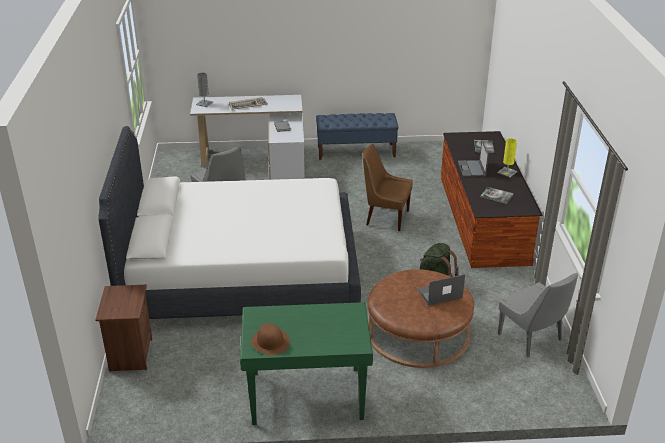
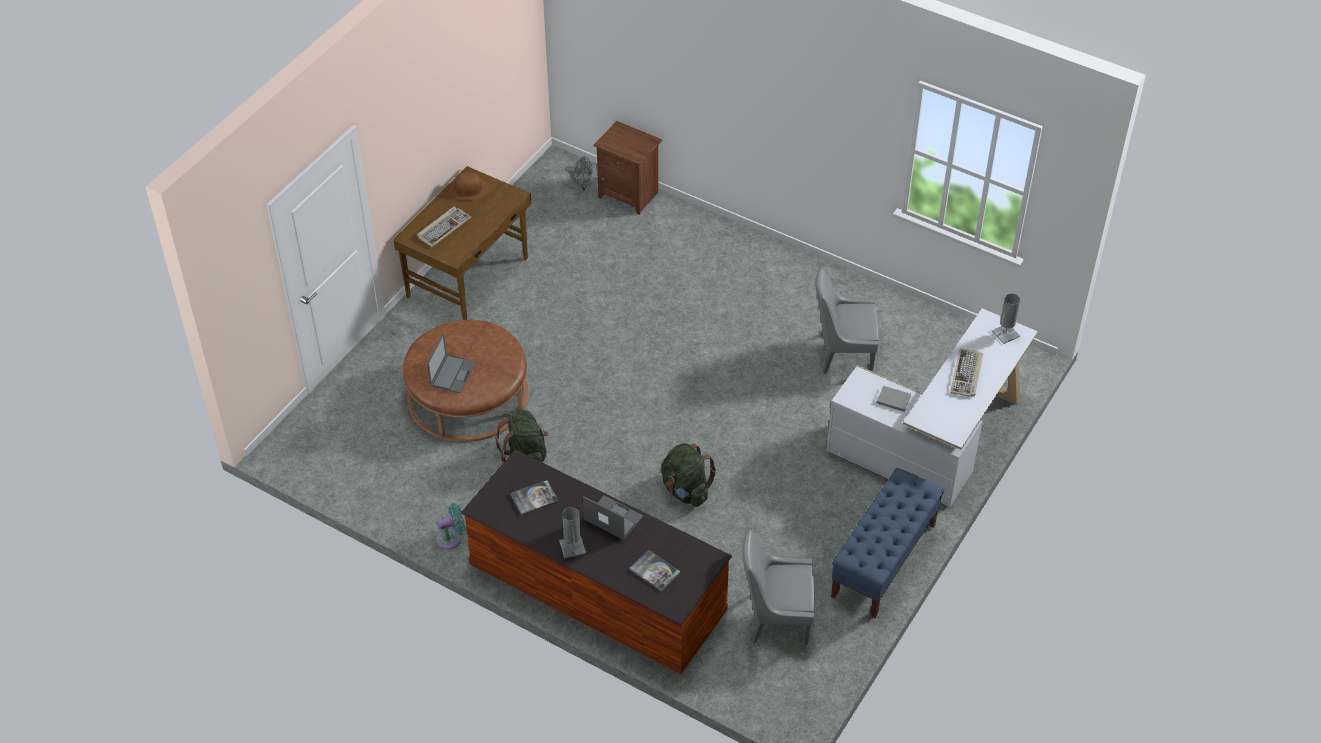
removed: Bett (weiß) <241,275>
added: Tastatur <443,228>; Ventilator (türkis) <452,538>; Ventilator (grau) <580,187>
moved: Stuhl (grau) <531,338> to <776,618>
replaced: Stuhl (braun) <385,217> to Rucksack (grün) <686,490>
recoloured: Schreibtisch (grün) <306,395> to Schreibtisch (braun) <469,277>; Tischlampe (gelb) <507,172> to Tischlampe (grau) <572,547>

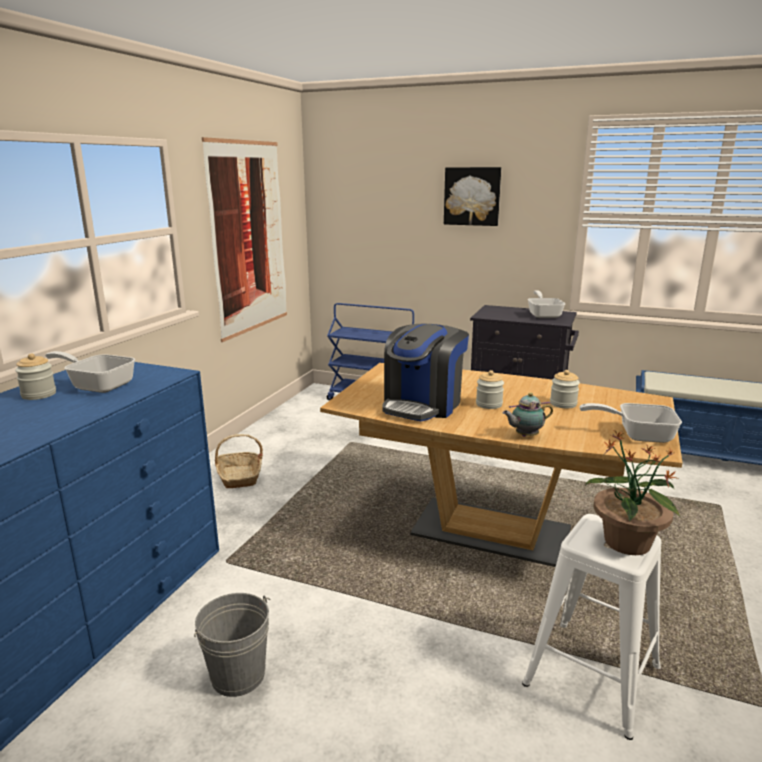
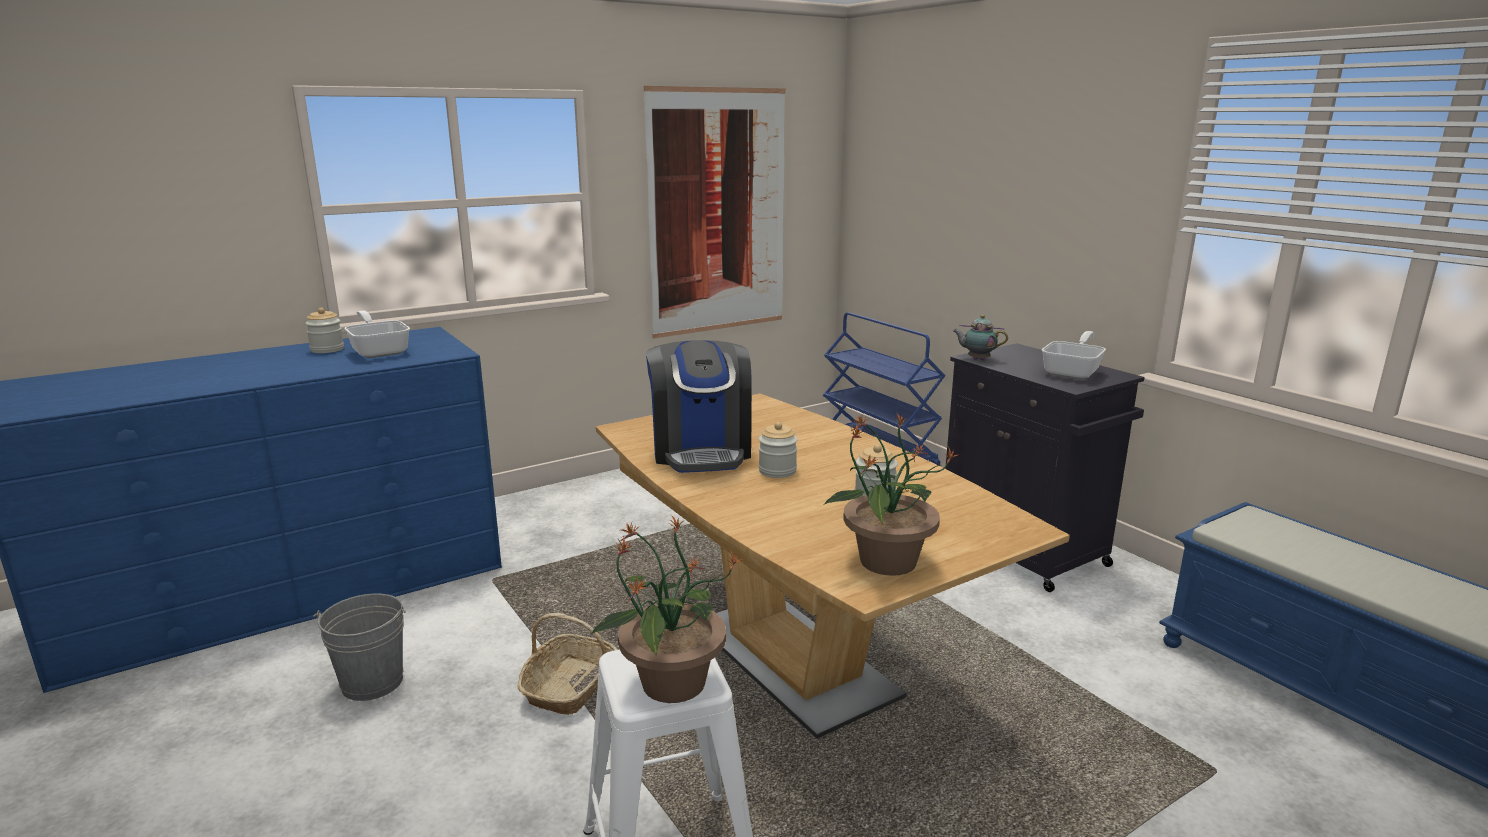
removed: Bild <472,196>
moved: Korb <239,477> to <570,686>; Teekanne <525,436> to <977,359>
replaced: Pfanne <637,434> to Topfpflanze <885,561>
turned: Kaffeemaschine <423,405> = <701,451> 75 degrees counterclockwise

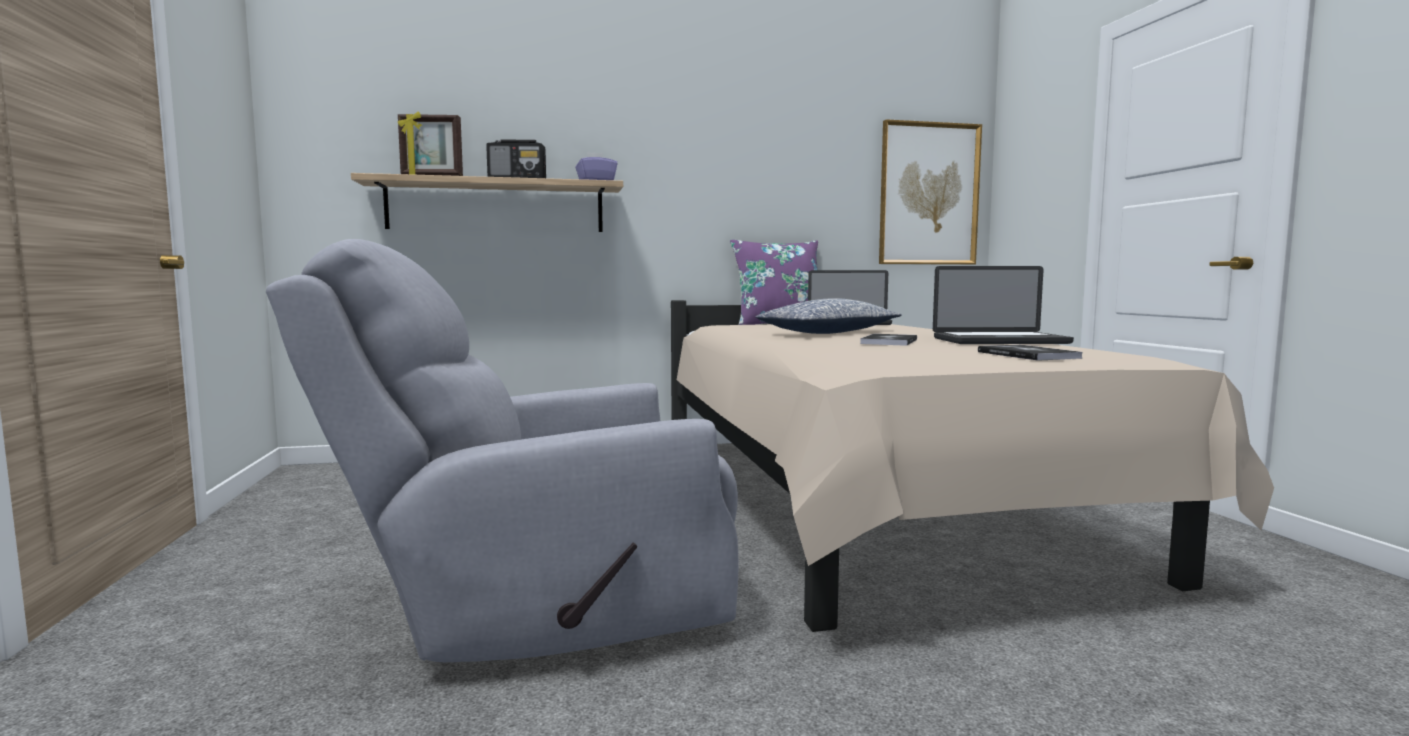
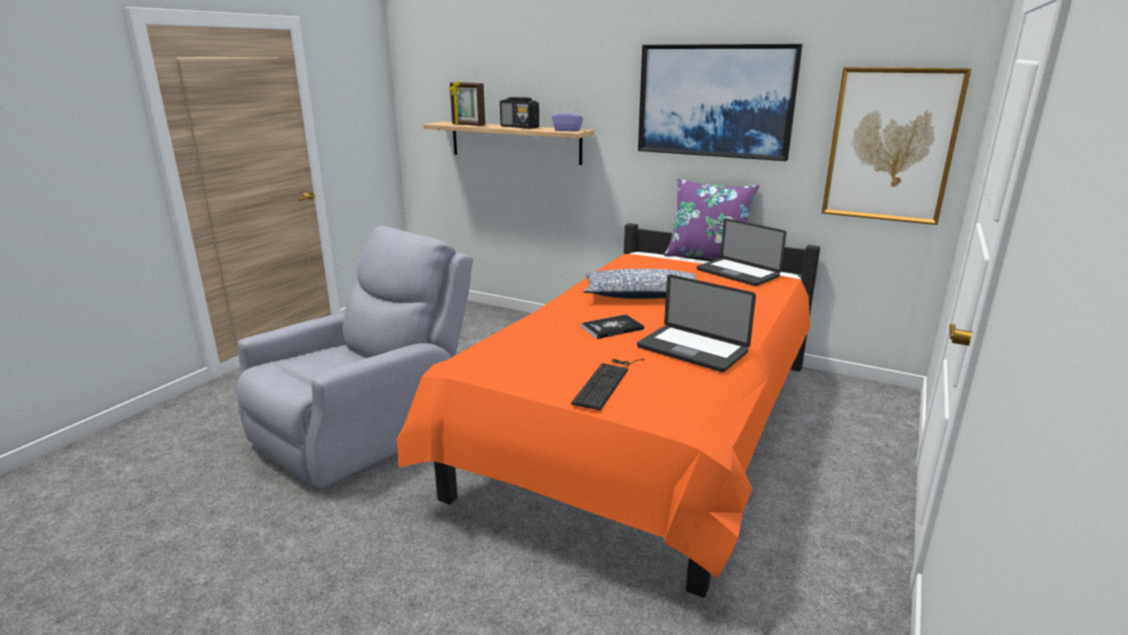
added: Bild <715,101>
replaced: Buch <1027,355> to Tastatur <606,381>
recoloured: Bett (beige) <867,503> to Bett (orange) <645,430>
turned: Sessel (grau) <536,607> = <366,430> 105 degrees clockwise

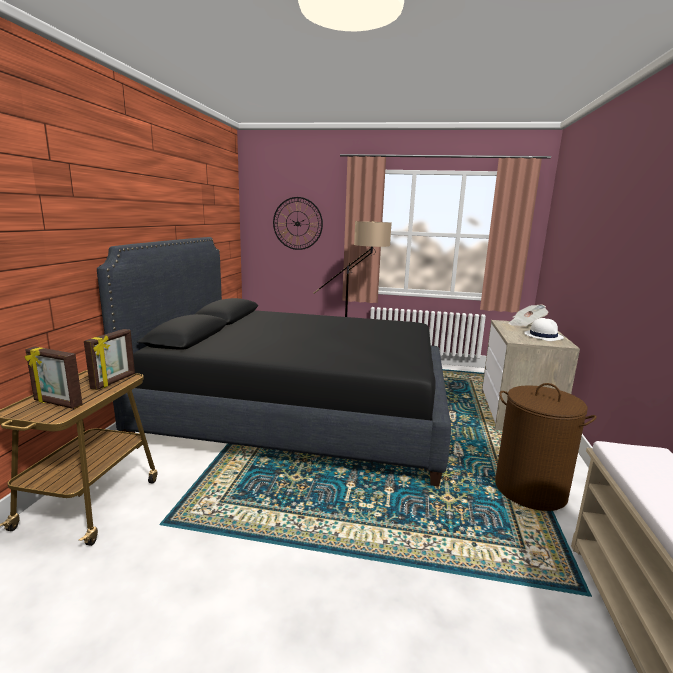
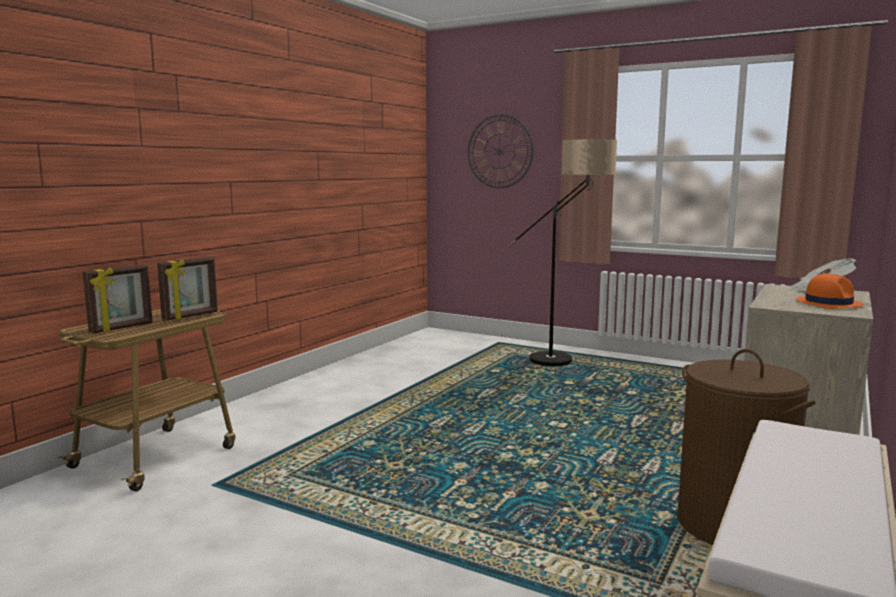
removed: Bett (schwarz) <300,414>
recoloured: Hut (weiß) <543,336> to Hut (orange) <828,303>
turned: Bilderrahmen <57,403> = <122,328> 90 degrees counterclockwise

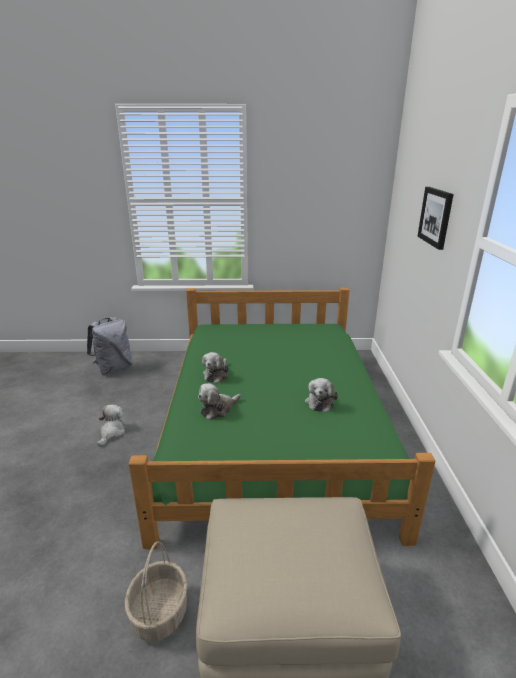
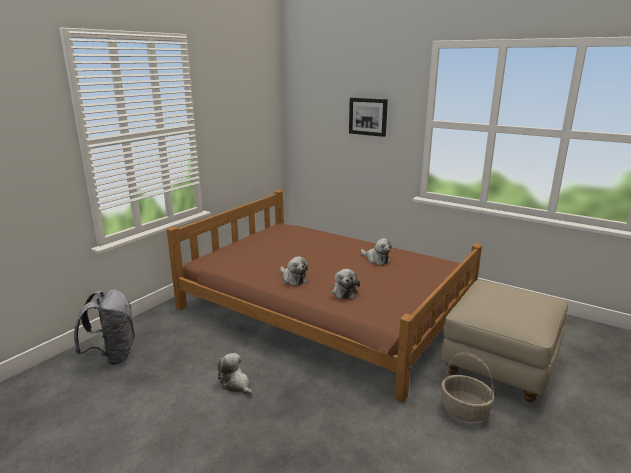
recoloured: Bett (grün) <272,426> to Bett (braun) <326,308>

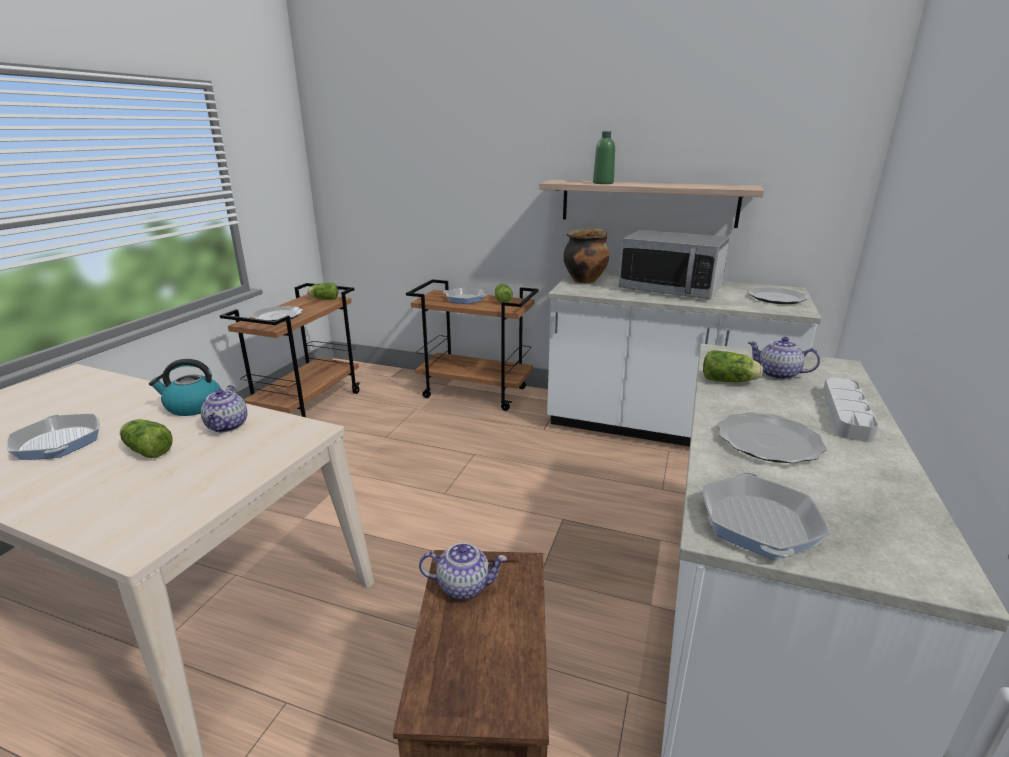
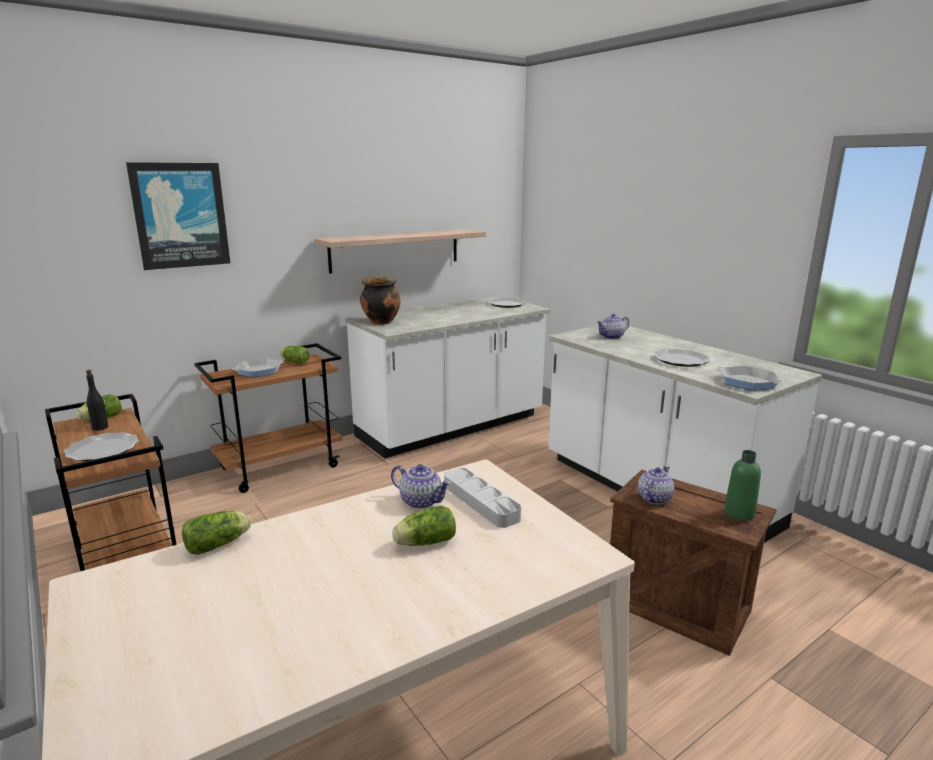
removed: Pfanne <58,442>; Wasserkessel <193,407>; Mikrowelle <670,289>
added: Flasche (schwarz) <100,428>; Bild <180,215>
moved: Flasche (grün) <603,183> to <739,513>; Salatkopf <730,381> to <219,544>; Tablett (grau) <846,413> to <480,501>

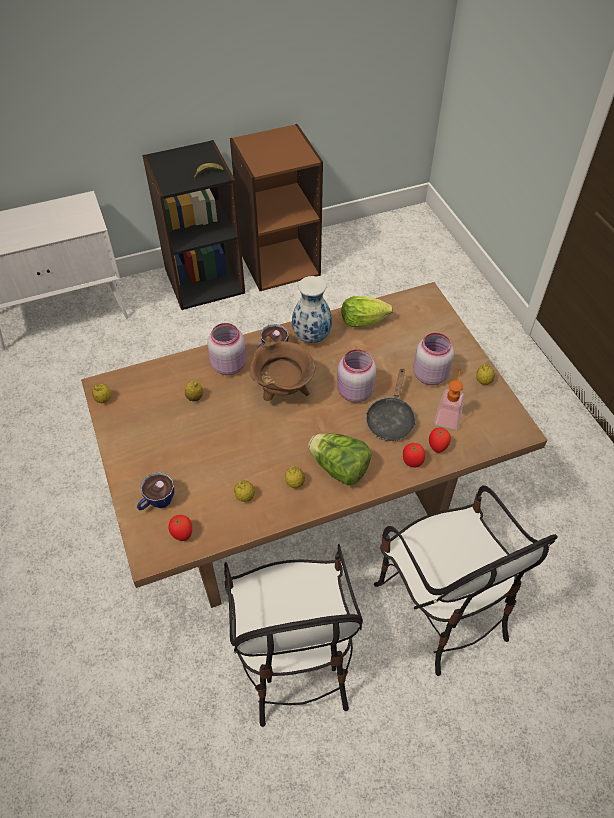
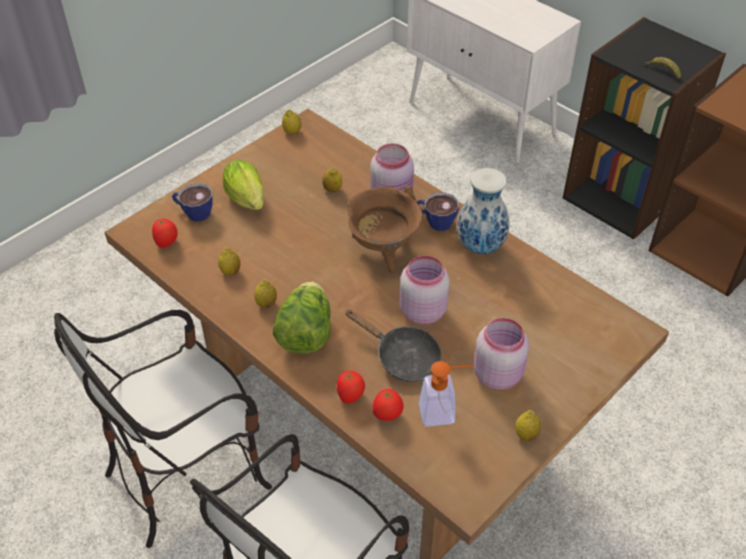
moved: Salatkopf <366,321> to <248,201>
turned: Pfanne (schwarz) <390,419> = <402,357> 135 degrees counterclockwise

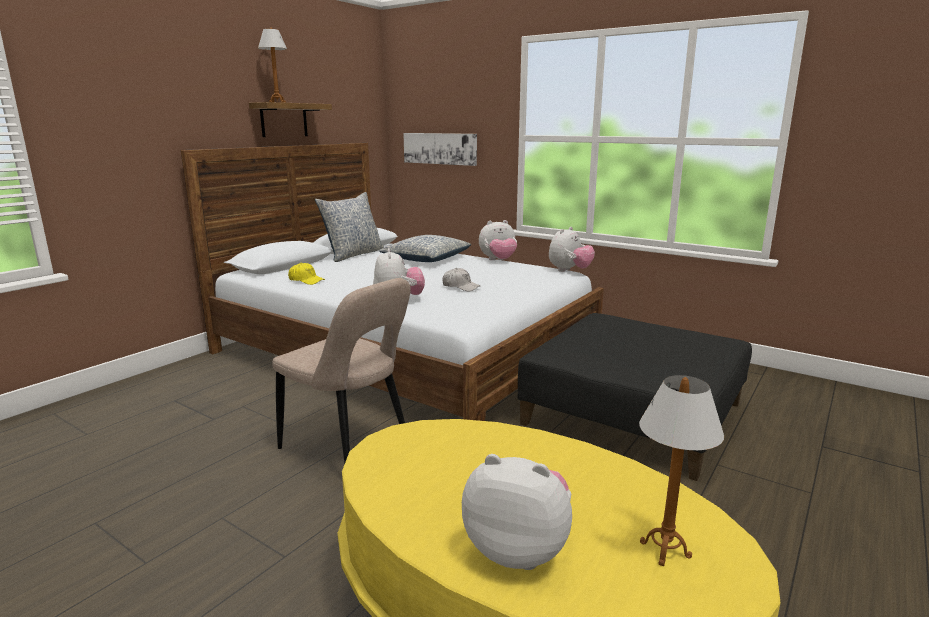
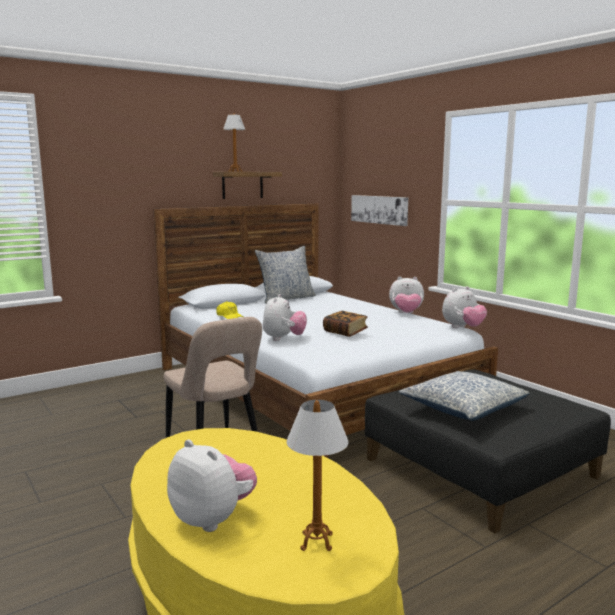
moved: Kissen <426,259> to <463,408>
replaced: Kappe (weiß) <460,287> to Buch <345,332>

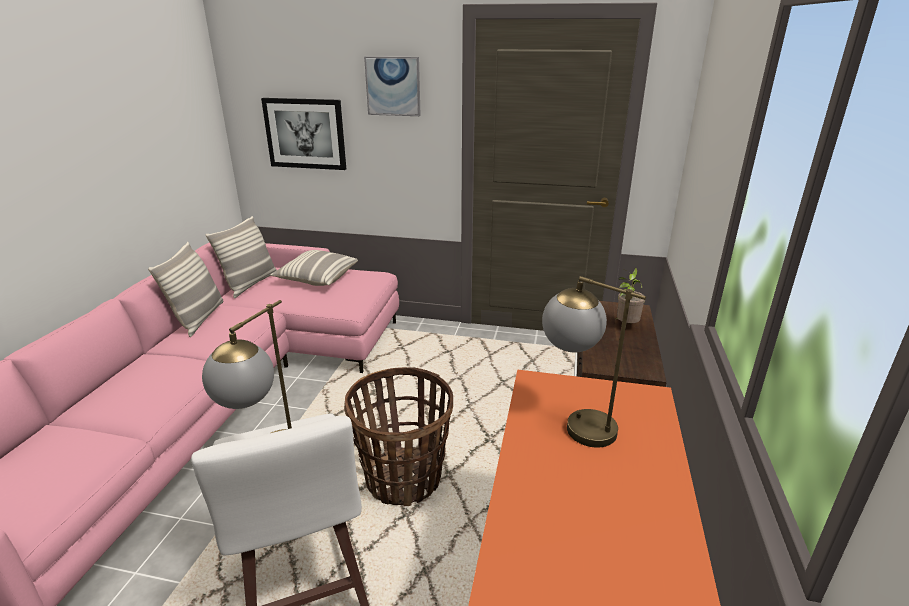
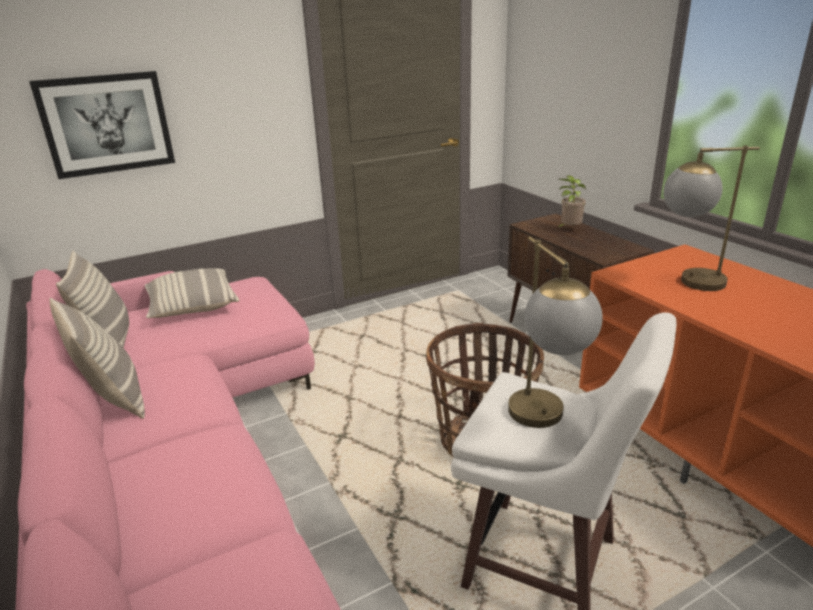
removed: Bild <393,86>

